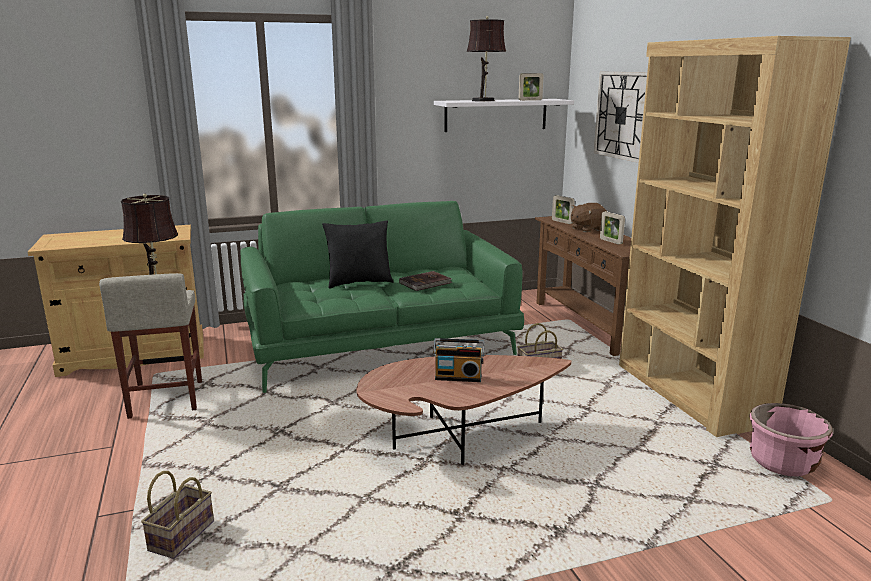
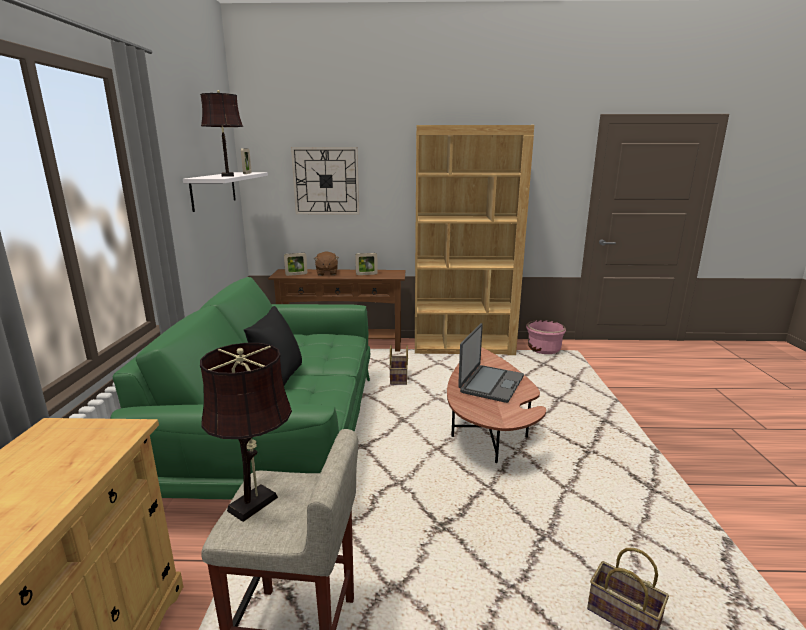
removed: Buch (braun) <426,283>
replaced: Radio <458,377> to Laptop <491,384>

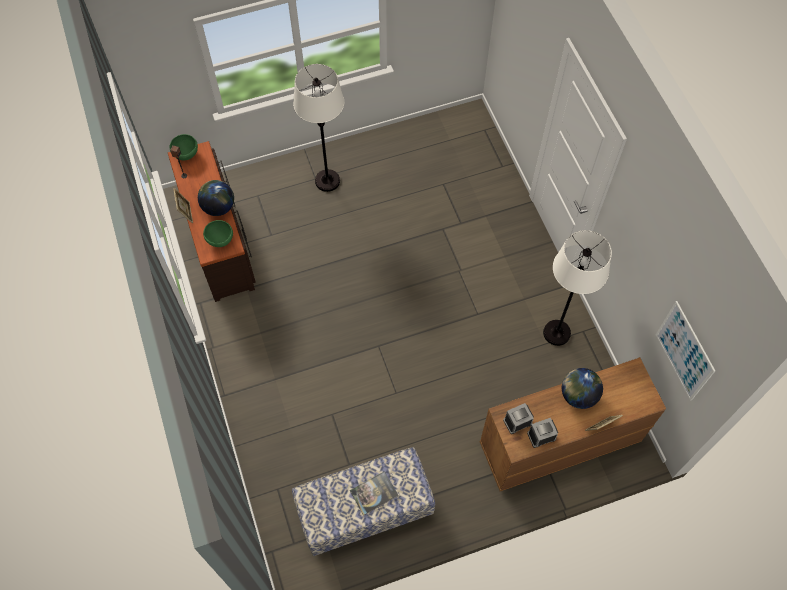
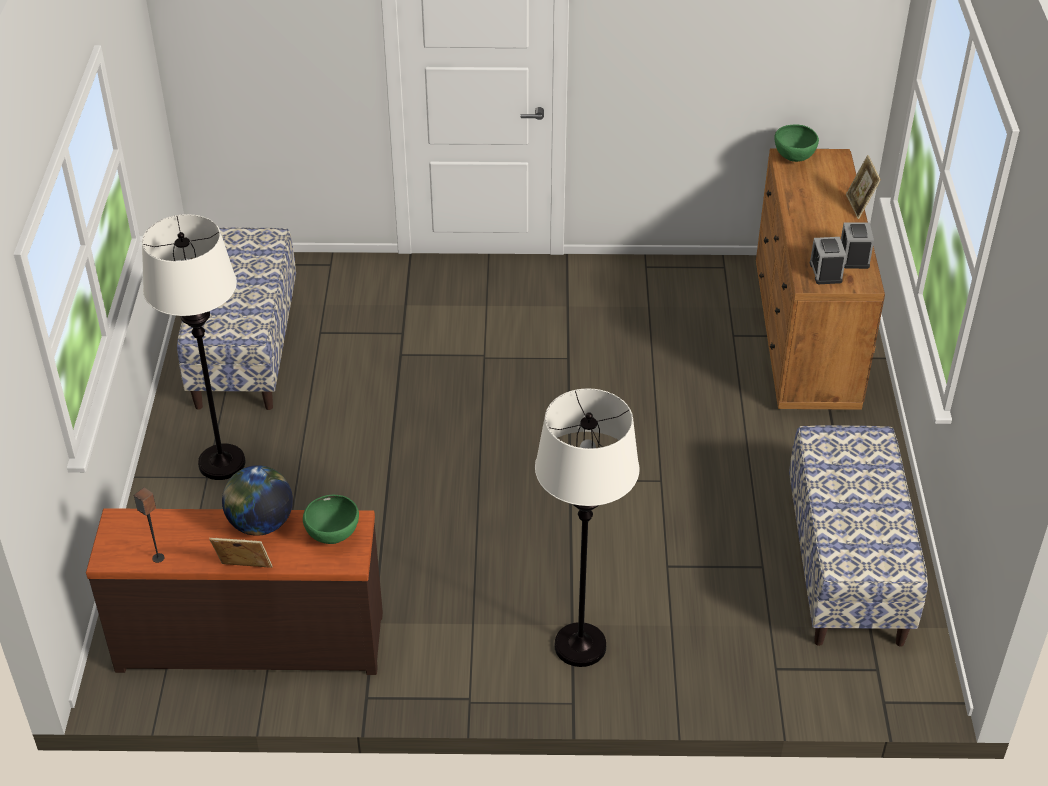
removed: Buch <374,493>; Globus <578,395>; Bild <684,351>
added: Bank <245,350>
moved: Schüssel (grün) <186,154> to <793,158>; Stehlampe (weiß) <556,333> to <579,645>

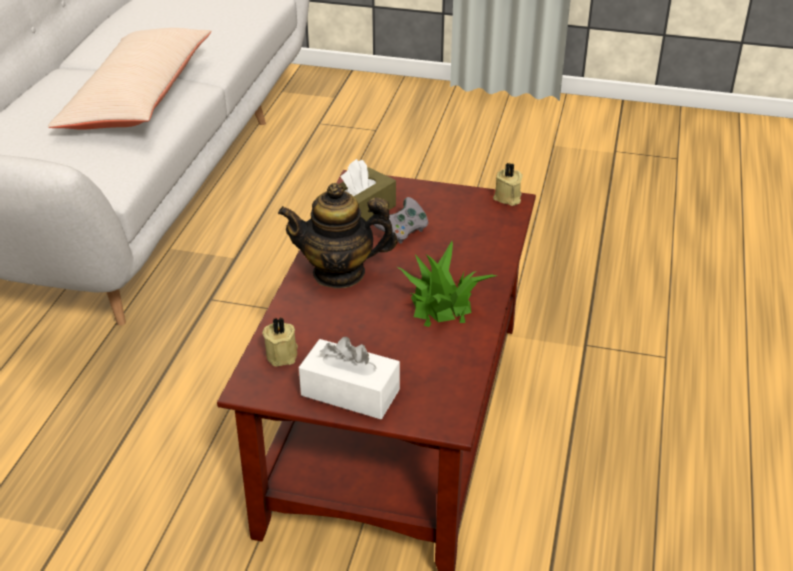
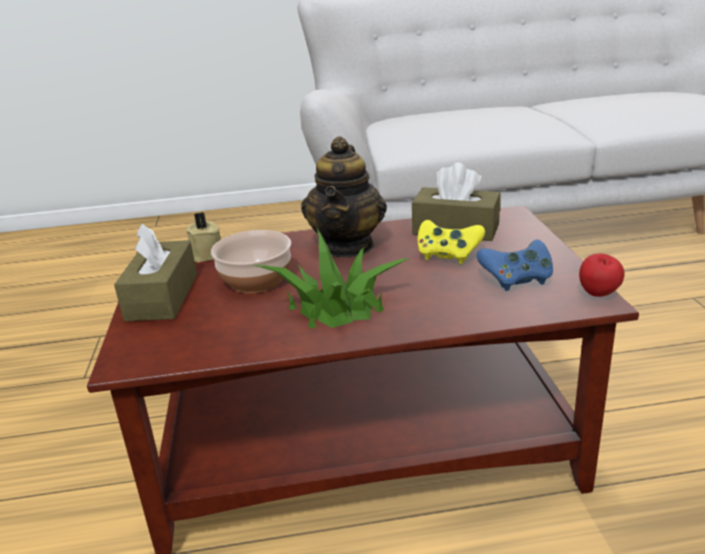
removed: Kissen (beige) <138,98>
added: Schüssel <257,280>; Gamepad (blau) <516,280>
replaced: Kerze (beige) <507,198> to Apfel <598,295>
recoloured: Taschentuchbox (weiß) <350,392> to Taschentuchbox (braun) <162,296>; Gamepad (grau) <401,232> to Gamepad (gelb) <447,255>
turned: Teekanne <339,273> = <347,246> 150 degrees counterclockwise

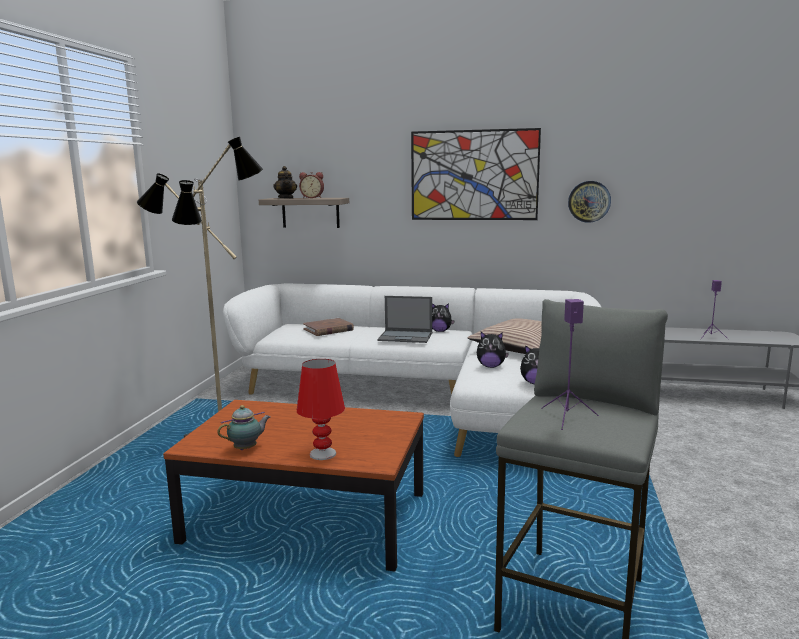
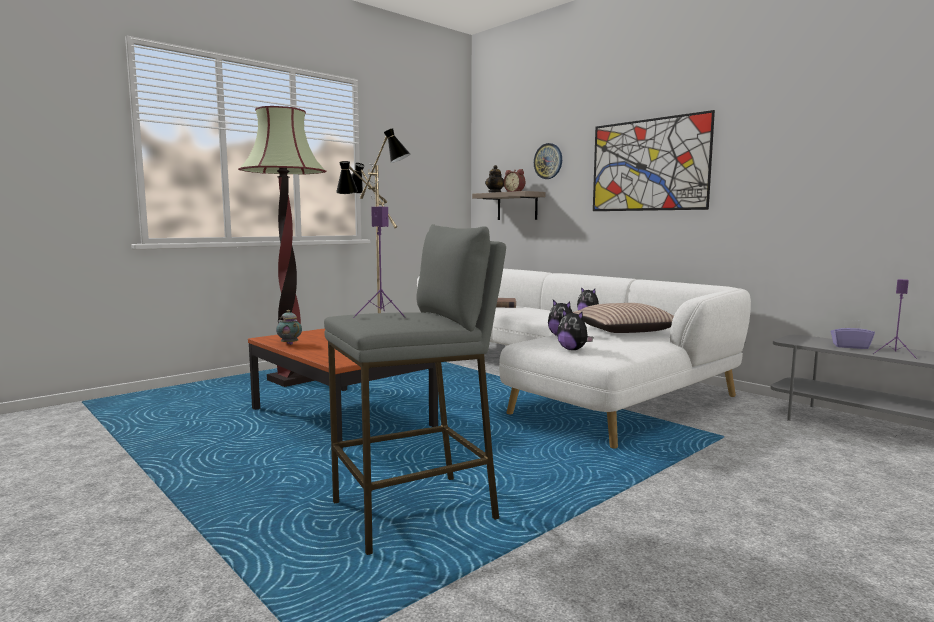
removed: Tischlampe (rot) <323,454>; Laptop <406,337>
added: Stehlampe <292,381>; Taschentuchbox (lila) <850,346>
moved: Wanduhr <589,201> to <548,161>
turned: Teekanne <247,448> = <289,344> 135 degrees counterclockwise

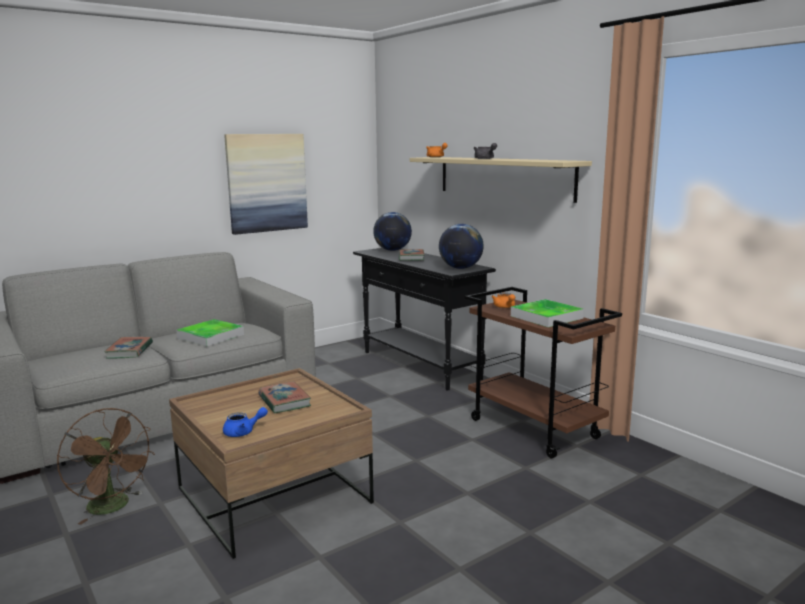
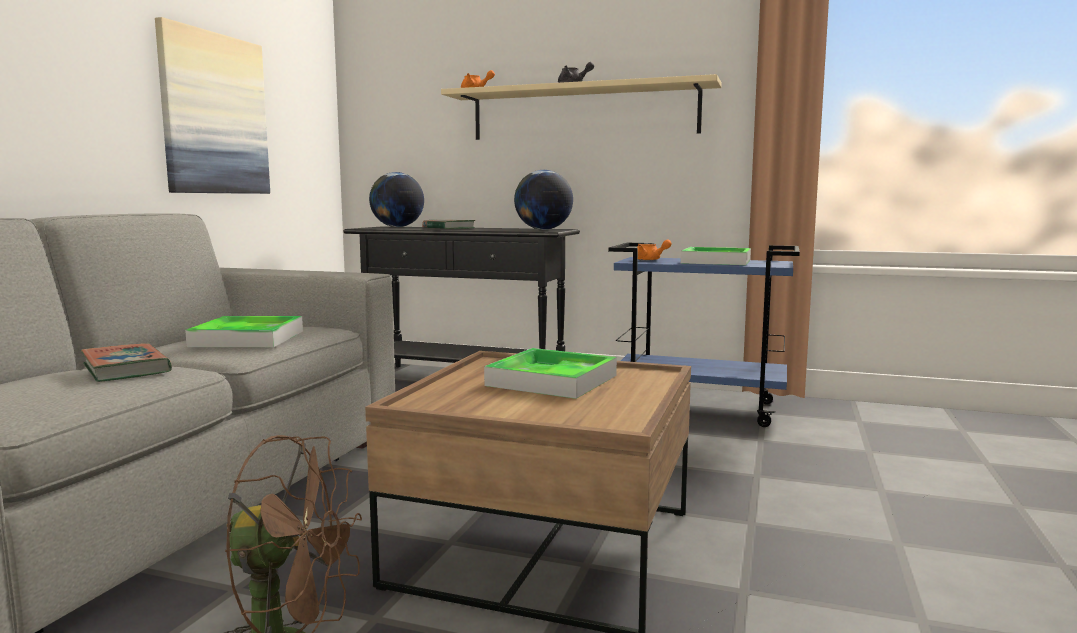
removed: Teekanne (blau) <243,432>
replaced: Buch <284,401> to Tablett <552,380>
recoloured: Rollwagen (braun) <535,429> to Rollwagen (blau) <700,408>

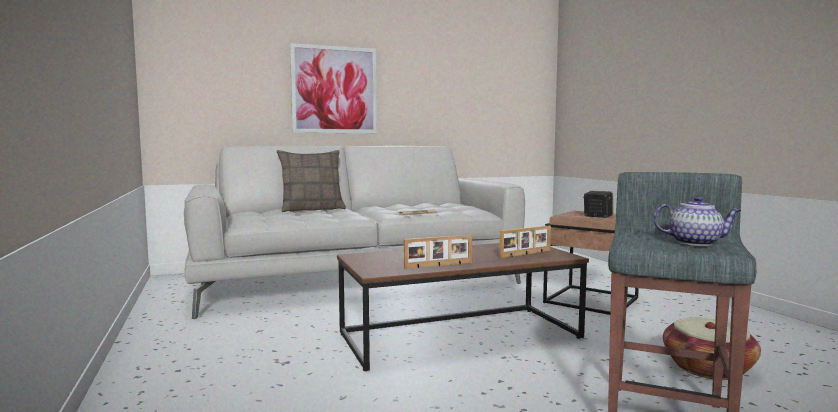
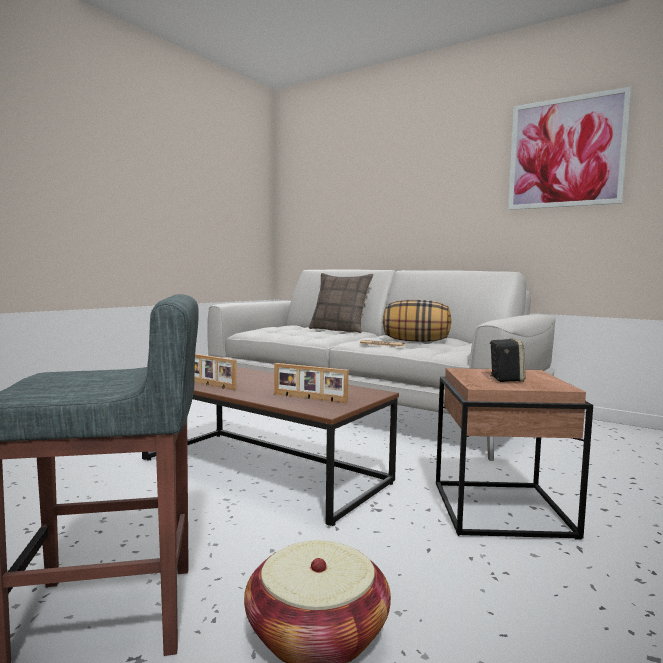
removed: Teekanne <696,243>
added: Kissen <416,341>
moved: Bild <334,90> to <565,153>

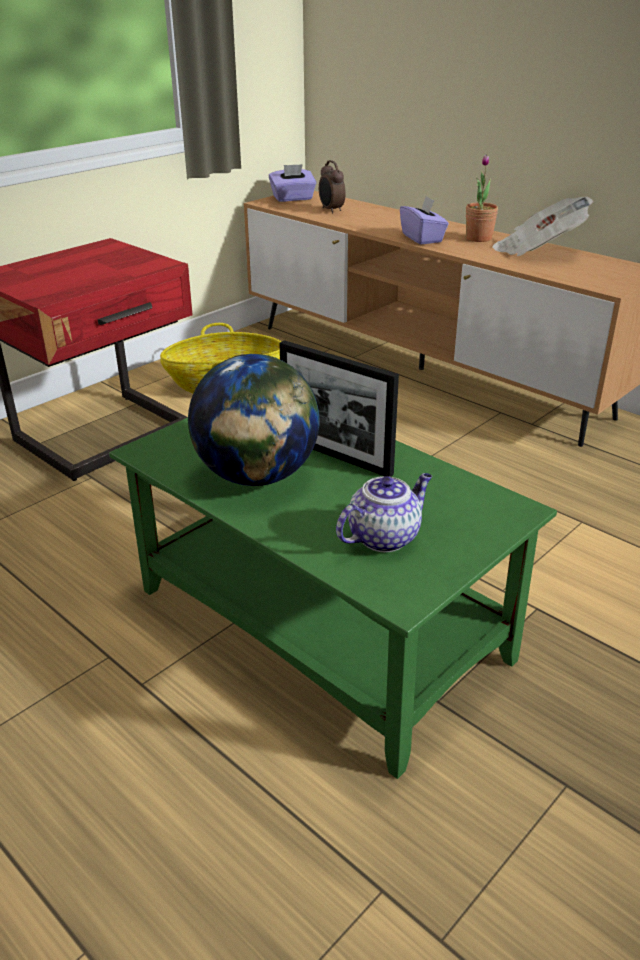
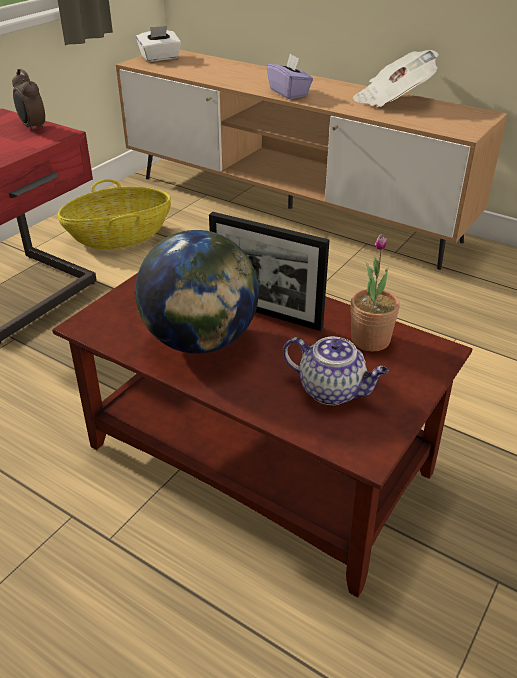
moved: Wecker <331,210> to <33,128>; Topfpflanze <478,238> to <370,340>
recoloured: Couchtisch (grün) <324,625> to Couchtisch (braun) <261,460>; Taschentuchbox (lila) <293,198> to Taschentuchbox (weiß) <160,58>
turned: Teekanne <384,536> = <333,391> 75 degrees clockwise

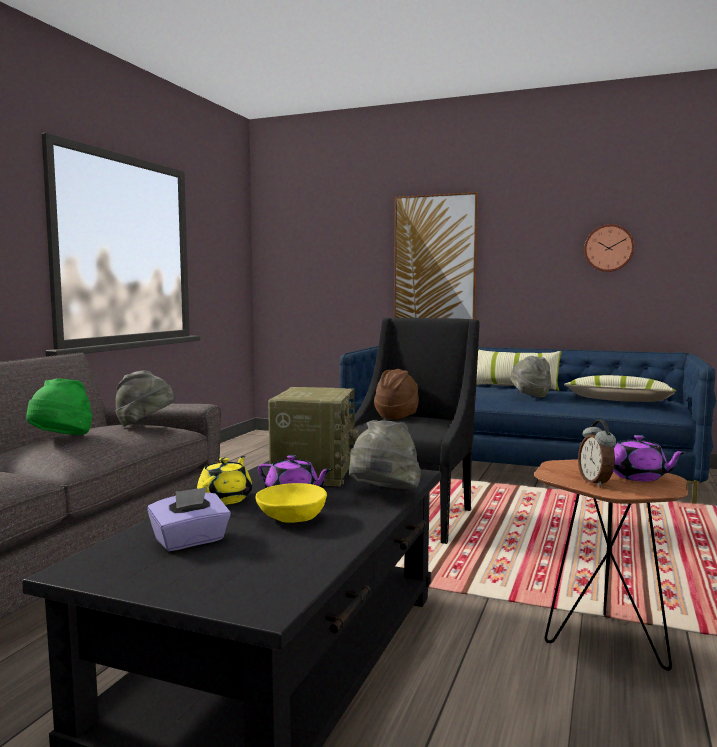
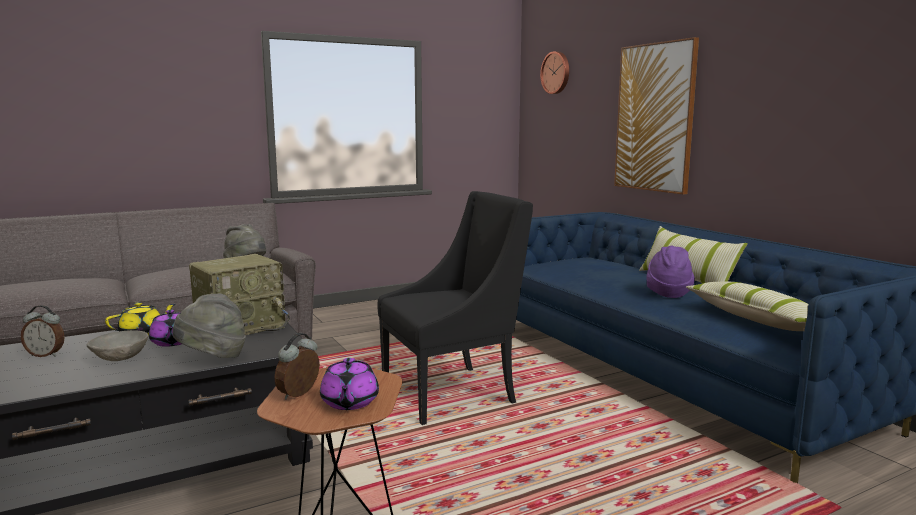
removed: Hut (grün) <61,439>; Hut (braun) <397,416>
moved: Wanduhr <609,248> to <556,73>
replaced: Taschentuchbox (lila) <190,541> to Wecker <46,355>
recoloured: Schüssel (gelb) <292,519> to Schüssel (grau) <121,357>; Hut (grau) <530,395> to Hut (lila) <668,293>

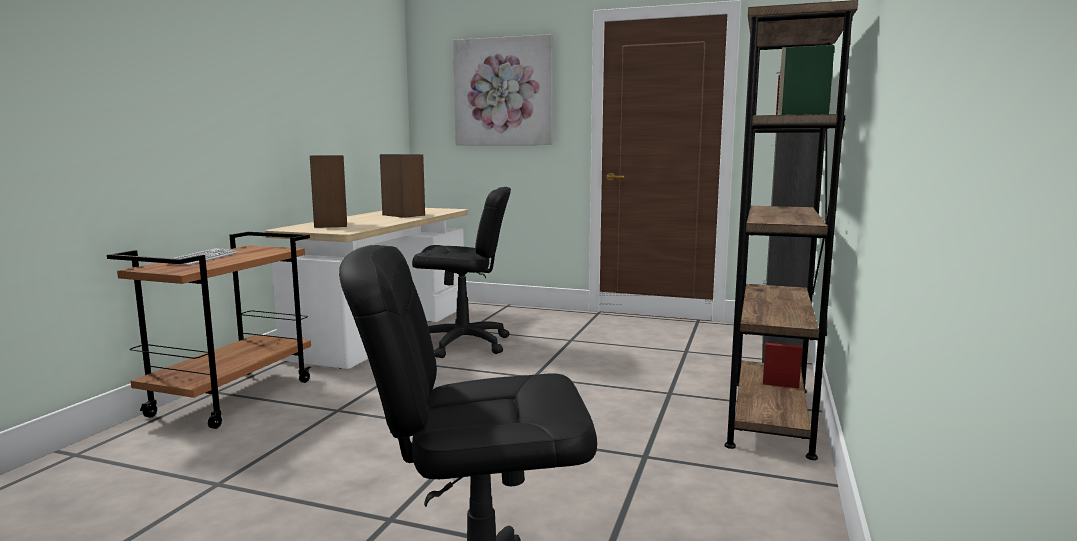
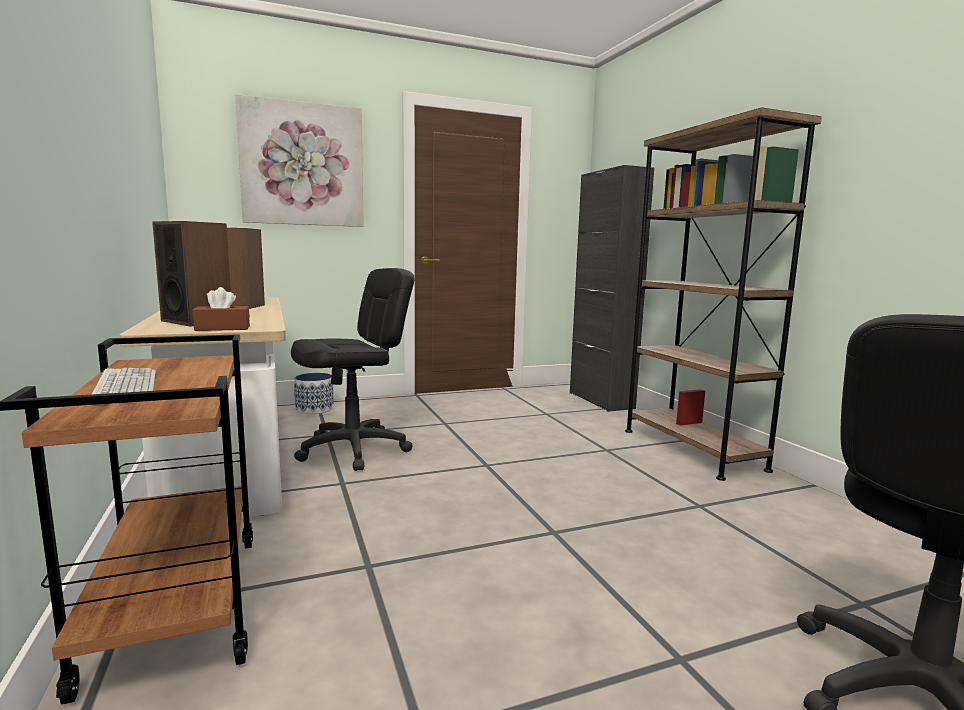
added: Taschentuchbox (braun) <222,328>; Pflanzkübel <314,409>

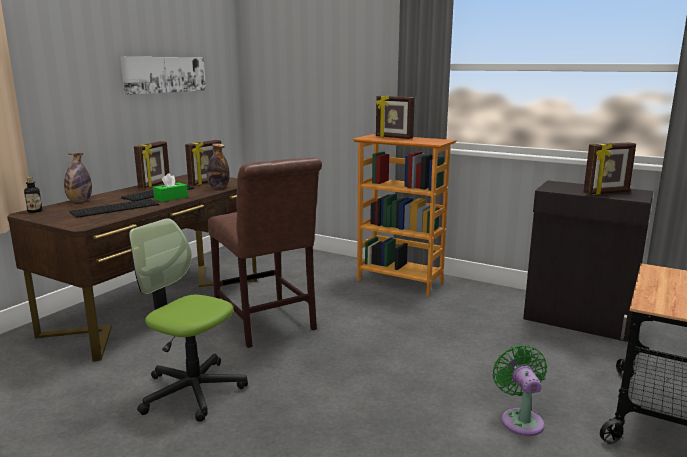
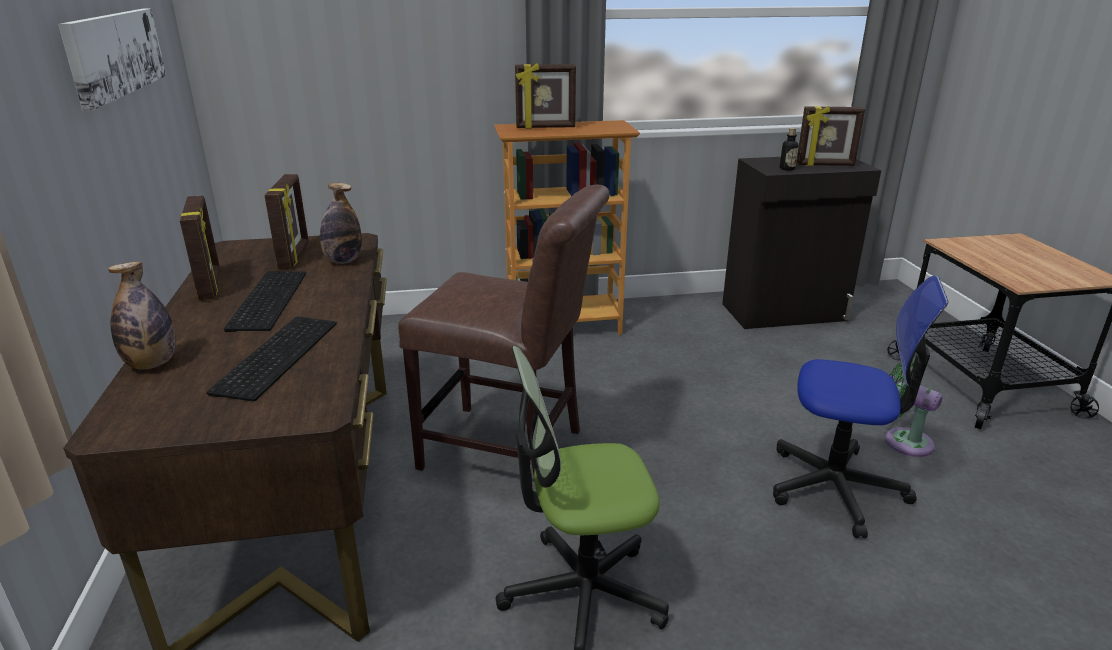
removed: Taschentuchbox (grün) <171,198>
added: Bürostuhl <836,487>
moved: Flasche <35,211> to <787,168>
turned: Bilderrahmen <606,193> = <825,165> 60 degrees clockwise

